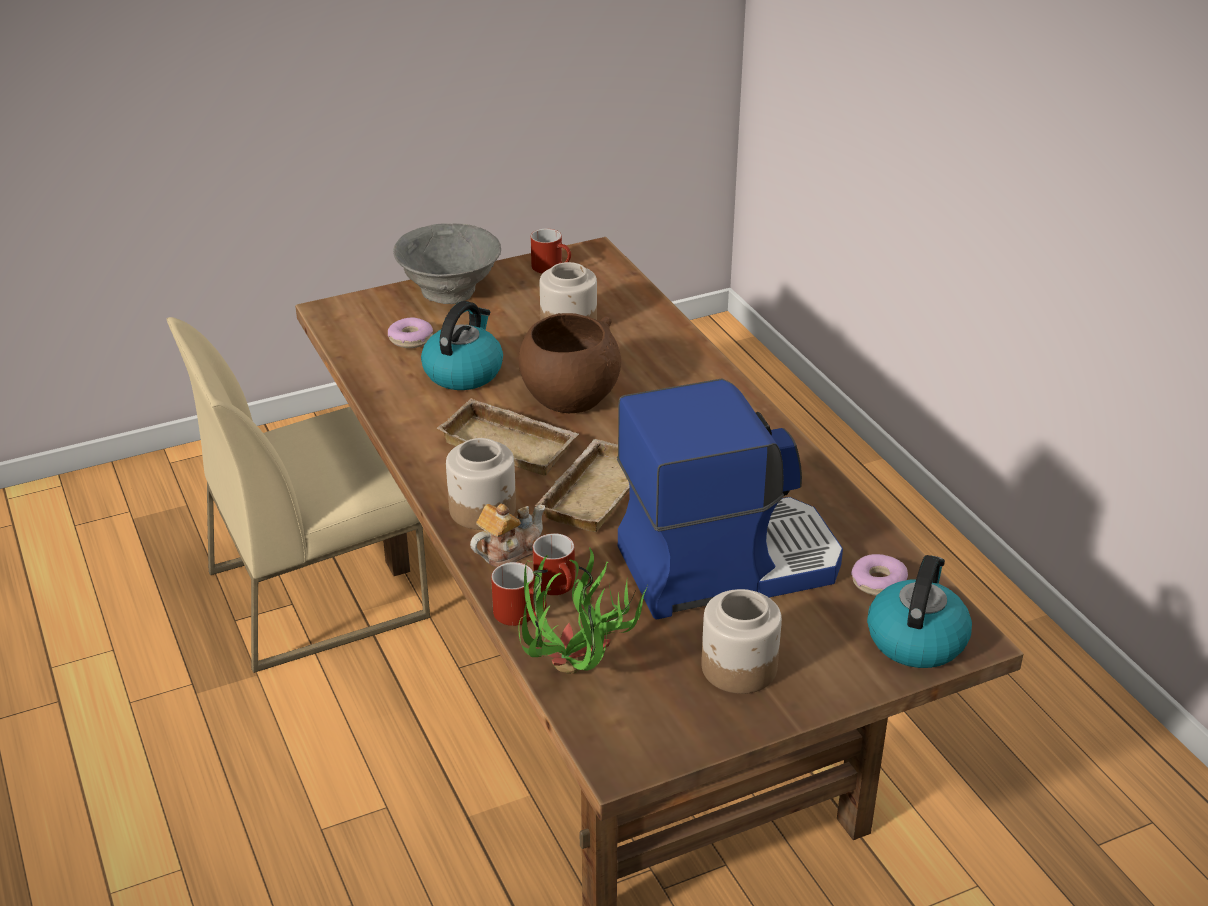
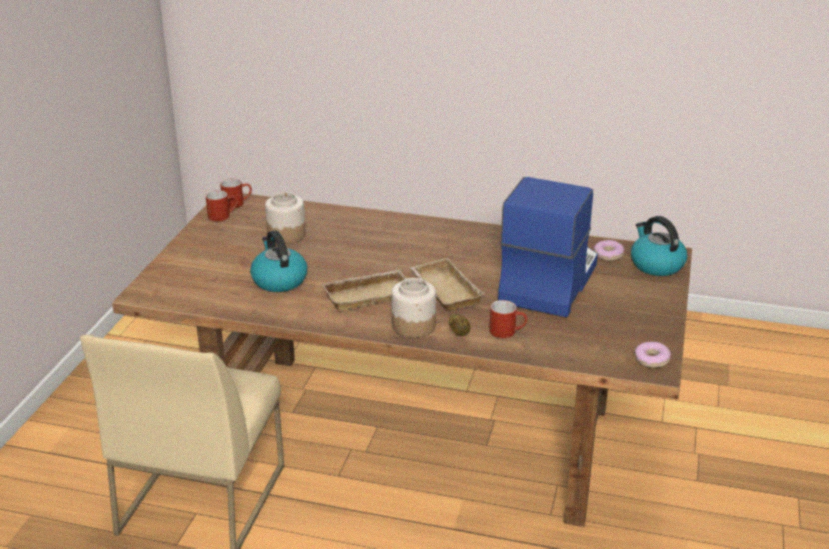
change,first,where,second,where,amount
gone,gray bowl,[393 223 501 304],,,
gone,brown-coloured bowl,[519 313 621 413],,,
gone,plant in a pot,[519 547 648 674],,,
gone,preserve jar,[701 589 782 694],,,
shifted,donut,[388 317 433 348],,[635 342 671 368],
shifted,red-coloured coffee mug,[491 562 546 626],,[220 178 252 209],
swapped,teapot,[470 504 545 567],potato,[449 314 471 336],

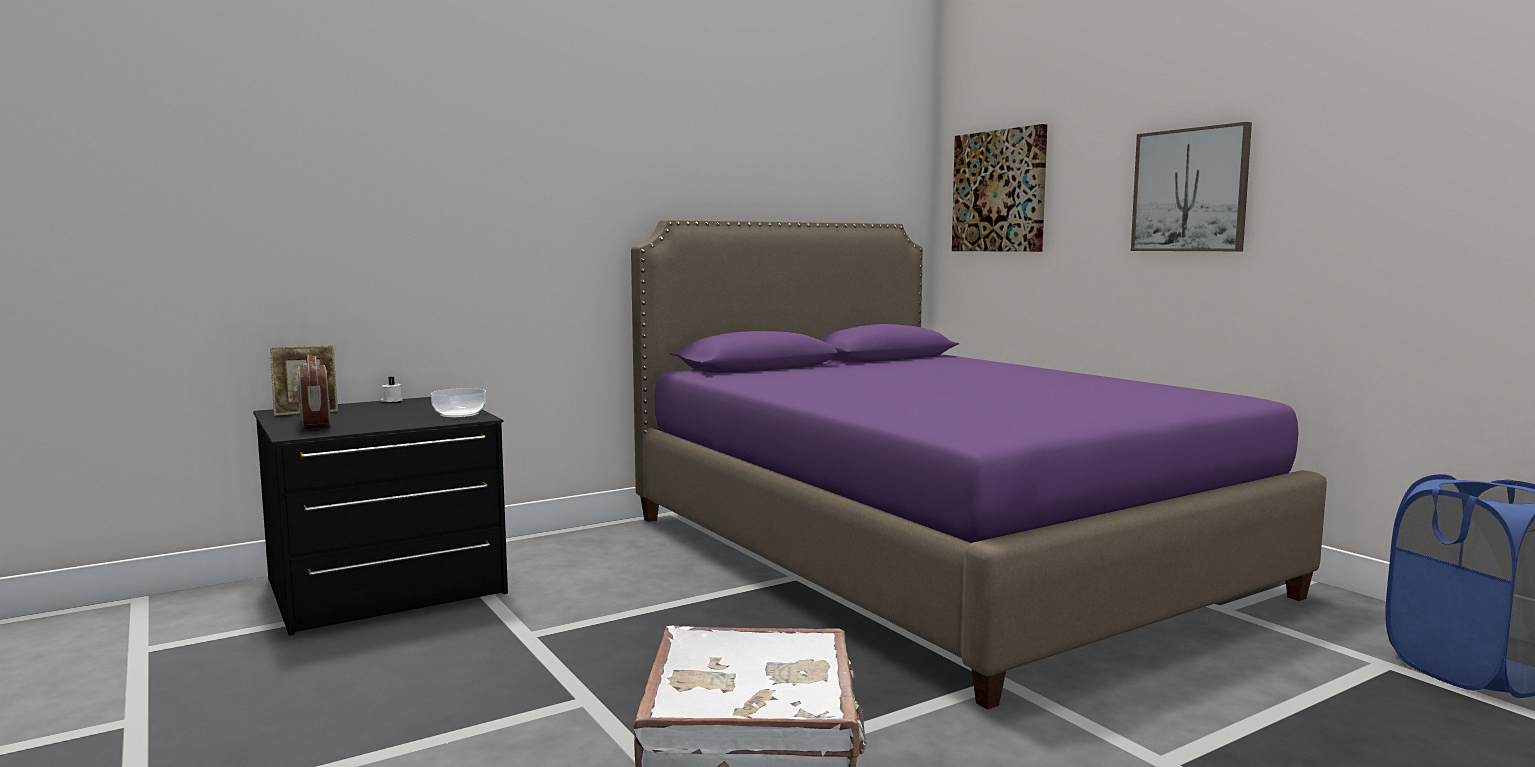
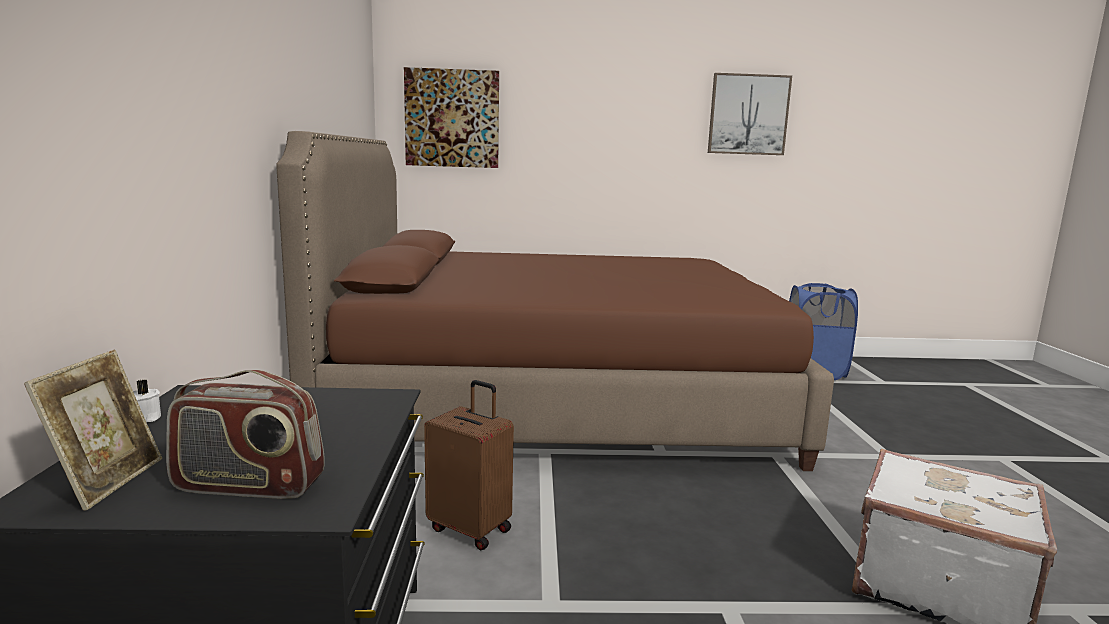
change,first,where,second,where,amount
gone,bowl,[431 388 486 417],,,
new,,,brown-coloured suitcase,[424 380 514 550],
shifted,wall picture,[1131 122 1252 251],,[708 73 792 155],
repainted,purple-coloured bed,[631 219 1327 710],brown-coloured bed,[276 131 834 471],

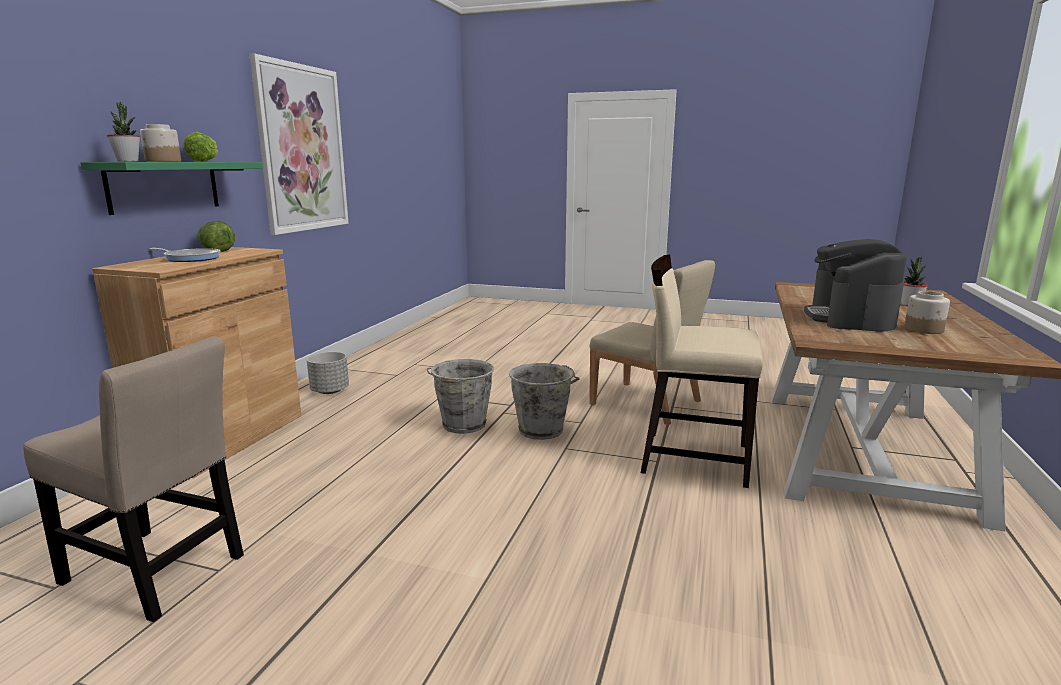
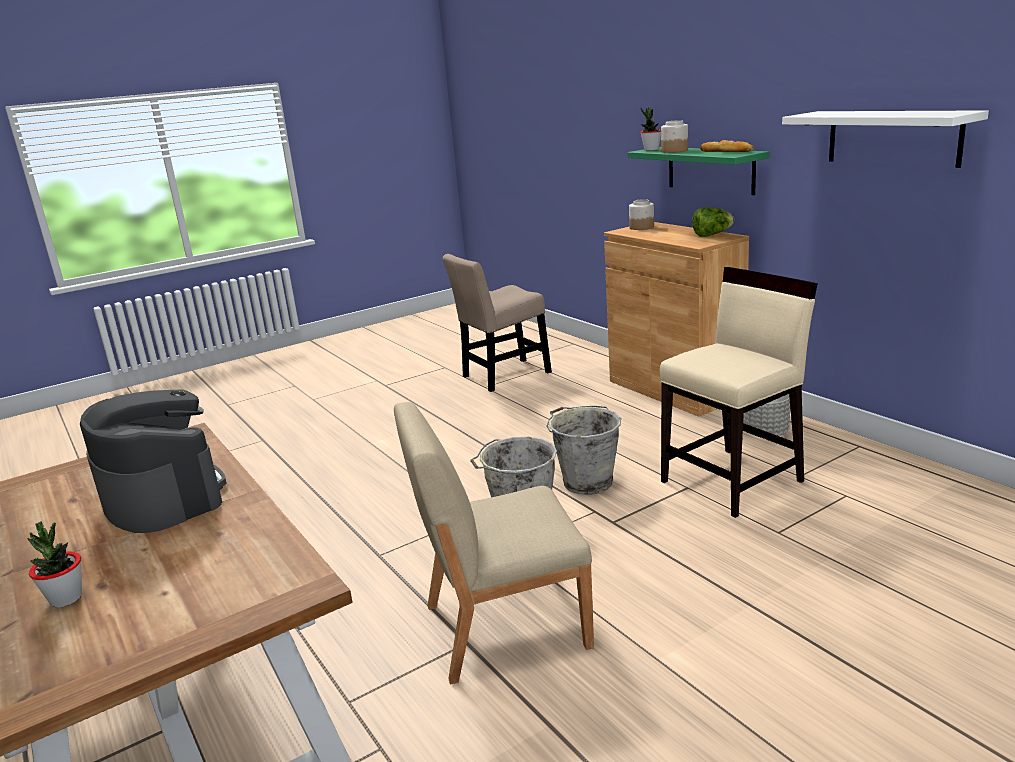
change,first,where,second,where,amount
gone,frying pan,[150 248 220 262],,,
shifted,beige chair,[641 254 763 488],,[660 267 818 518],
shifted,preserve jar,[904 291 950 334],,[629 199 654 230],
swapped,lettuce head,[183 132 218 162],baked bread,[700 140 754 152],
swapped,wall picture,[250 53 349 235],white-coloured bracket shelf,[782 110 989 168],

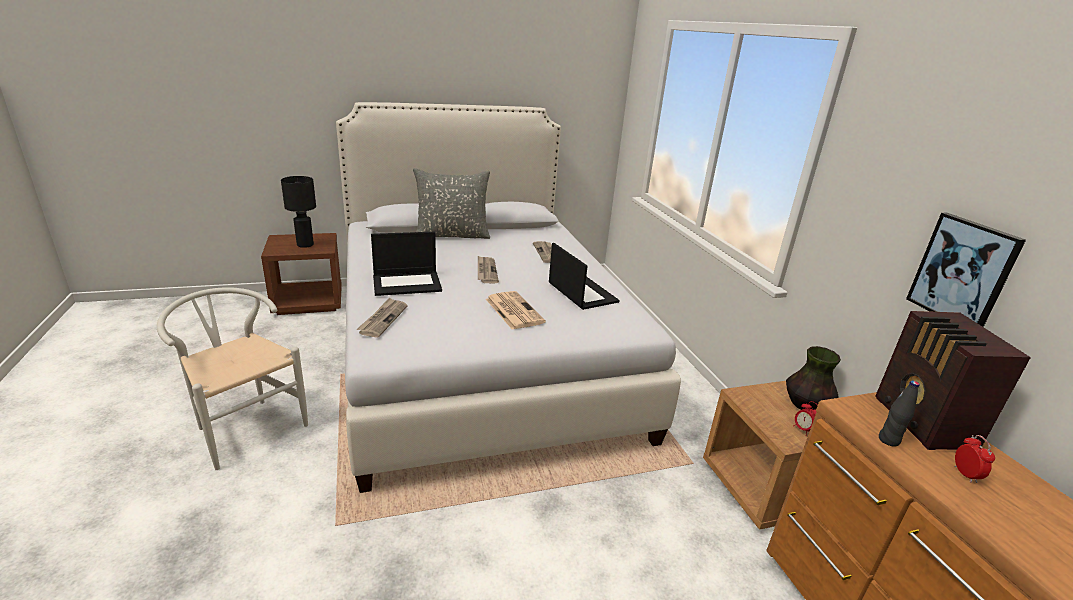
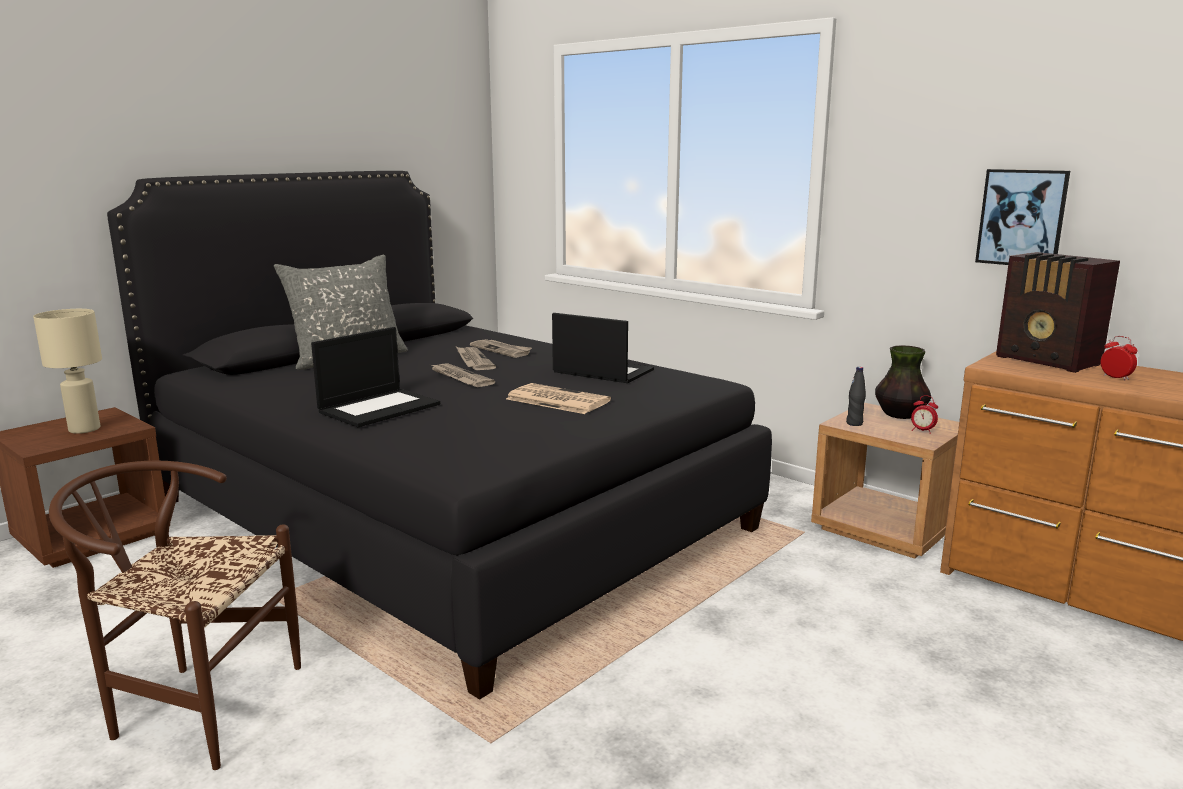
change,first,where,second,where,amount
shifted,printed paper,[356 297 408 338],,[456 347 496 370],
shifted,black bottle,[879 381 920 446],,[846 367 866 426],
repainted,white-coloured chair,[157 287 308 470],brown-coloured chair,[49 461 301 770],
repainted,black table lamp,[281 176 316 248],beige table lamp,[33 309 102 434],
repainted,white-coloured bed,[336 102 681 493],black bed,[107 171 772 700],

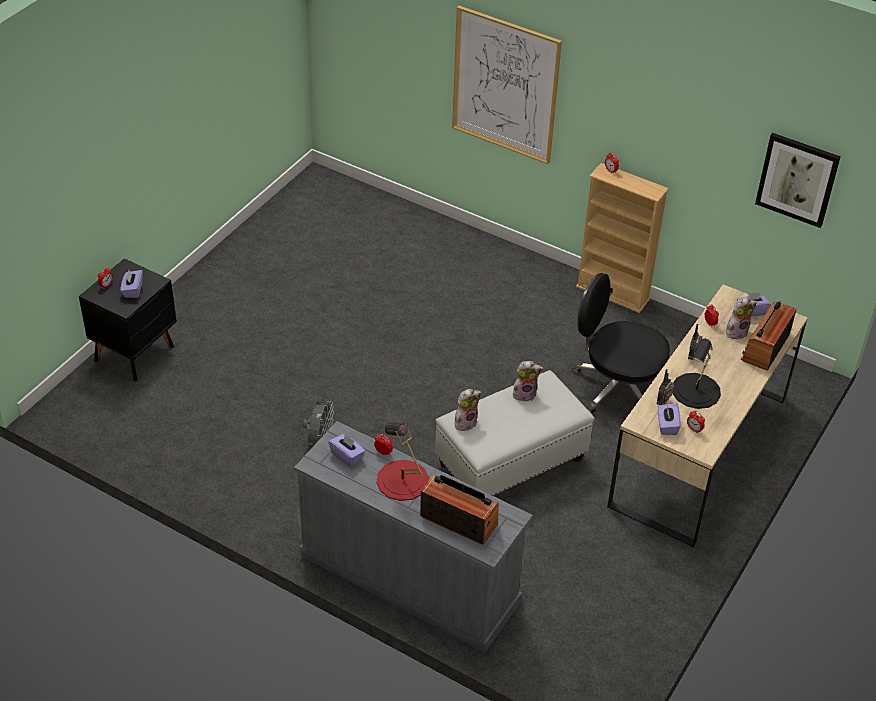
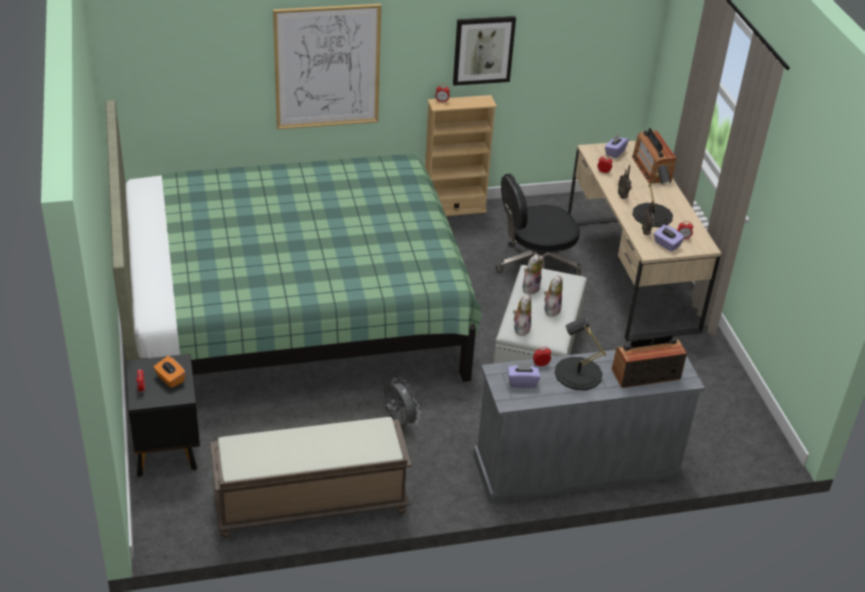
change,first,where,second,where,amount
new,,,greenish bed,[106 100 482 382],
new,,,brown-coloured long seat,[210 417 412 538],
shifted,soft toy,[726 297 757 339],,[544 275 563 317],
shifted,wall picture,[755 133 841 228],,[453 16 516 86],
repainted,purple-coloured box of tissues,[120 270 143 298],orangey box of tissues,[154 356 186 388],
repainted,red-coloured table lamp,[376 422 429 501],black table lamp,[555 317 607 390],

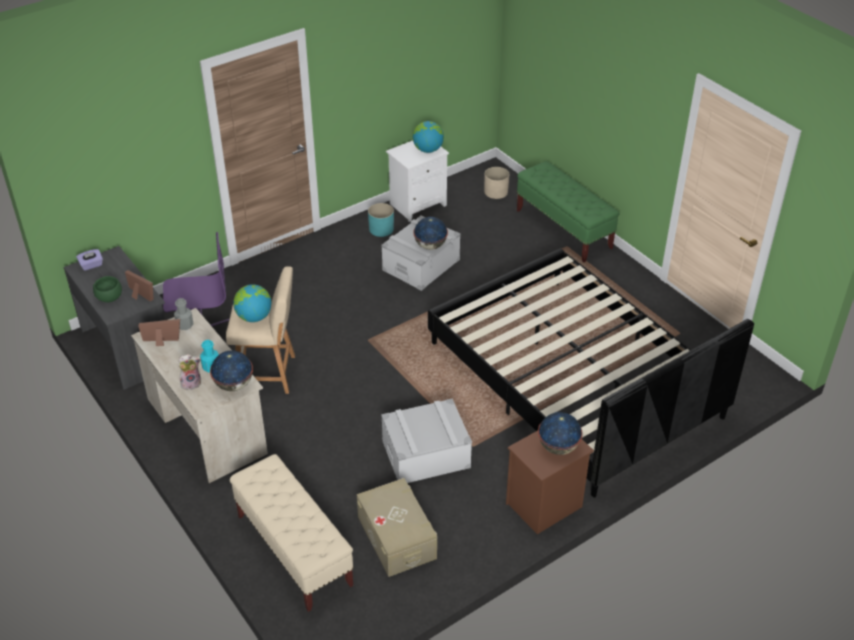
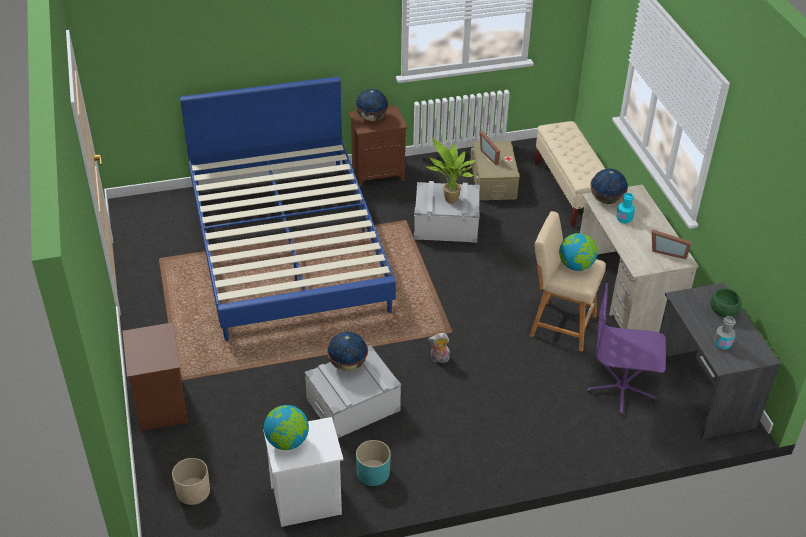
change,first,where,second,where,amount
gone,purple-coloured box of tissues,[76 249 103 271],,,
new,,,plant in a pot,[426 138 476 204],
shifted,photo frame,[125 270 154 302],,[480 131 500 165],
shifted,gray bottle,[174 298 194 330],,[714 316 736 350],
shifted,soft toy,[178 354 201 390],,[428 333 450 363],
swapped,greenish long seat,[517 161 620 262],brown-coloured nightstand,[122 322 188 431],
repainted,black bed,[428 248 754 497],bluish bed,[180 76 396 341],

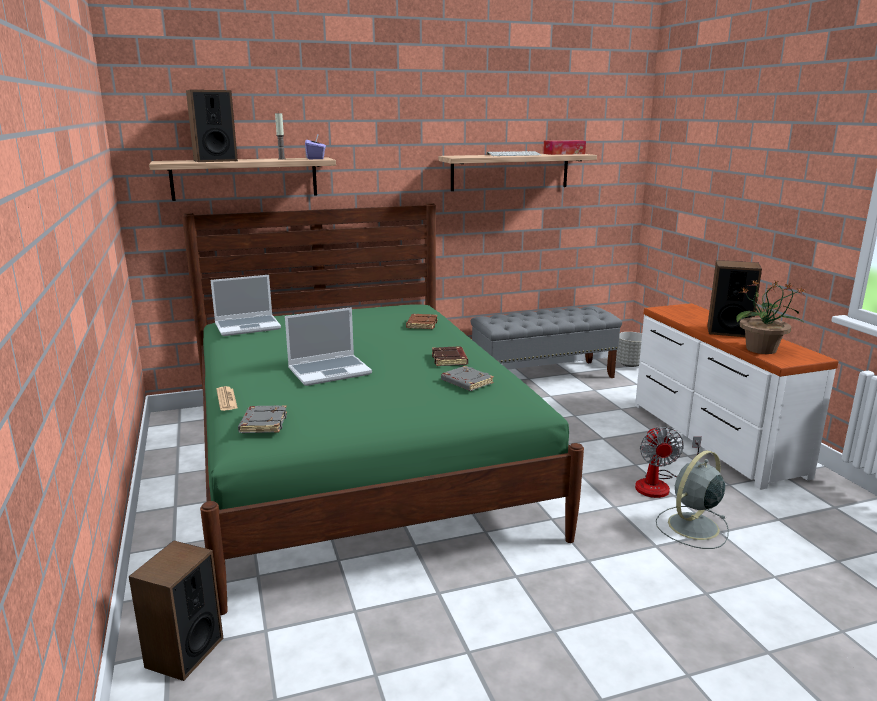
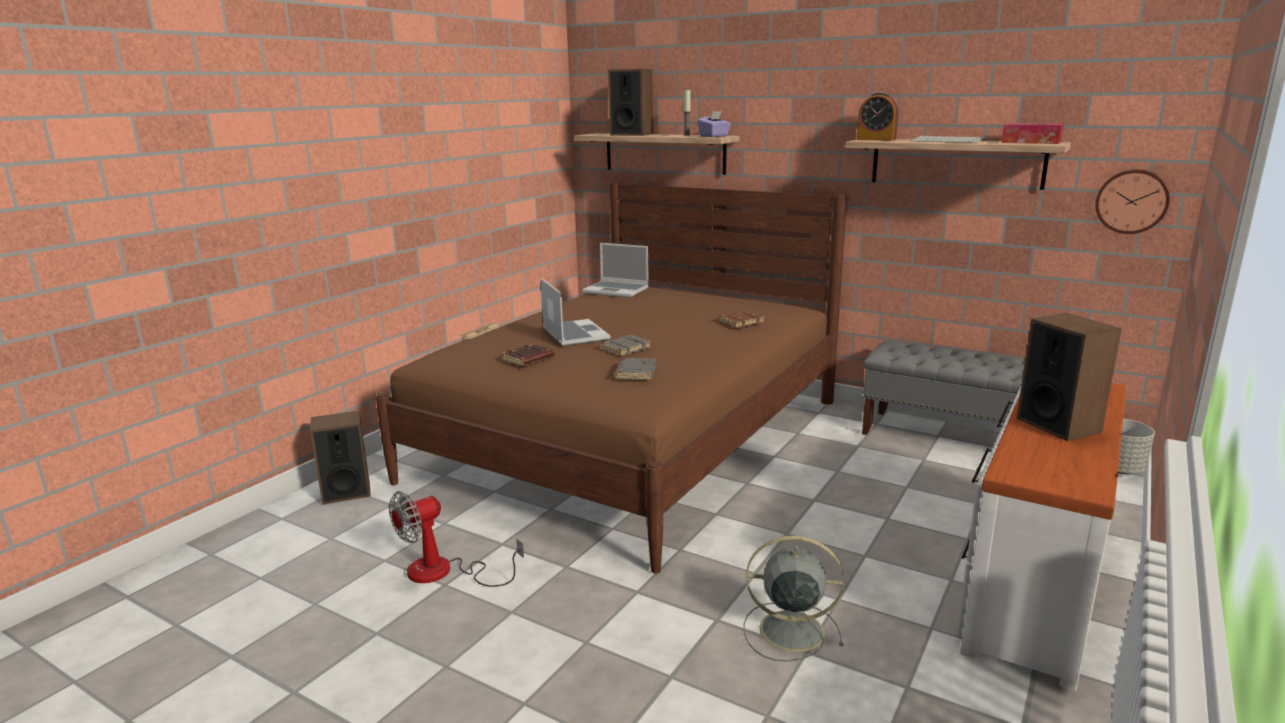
change,first,where,second,where,amount
gone,plant in a pot,[736 280 806 354],,,
new,,,alarm clock,[857 92 898 141],
new,,,hanging clock,[1095 169 1170 234],
shifted,gray volume,[238 405 287 433],,[600 335 651 356],
shifted,brown-coloured volume,[432 346 468 366],,[501 344 555 367],
shifted,electric fan,[635 426 702 498],,[389 491 524 587],
repainted,greenish bed,[182 203 584 615],brown-coloured bed,[376 181 847 574],
rotated,laptop,[285 307 372 386],,[541 278 611 346],135 degrees counterclockwise

